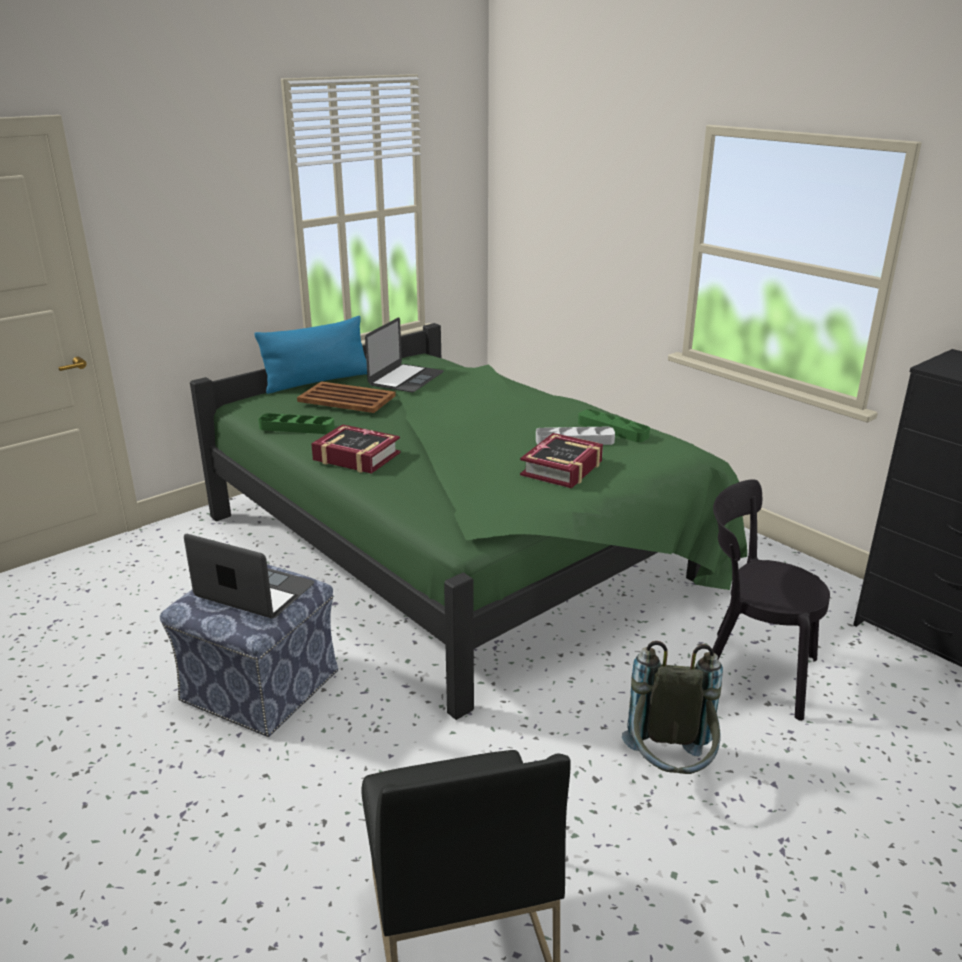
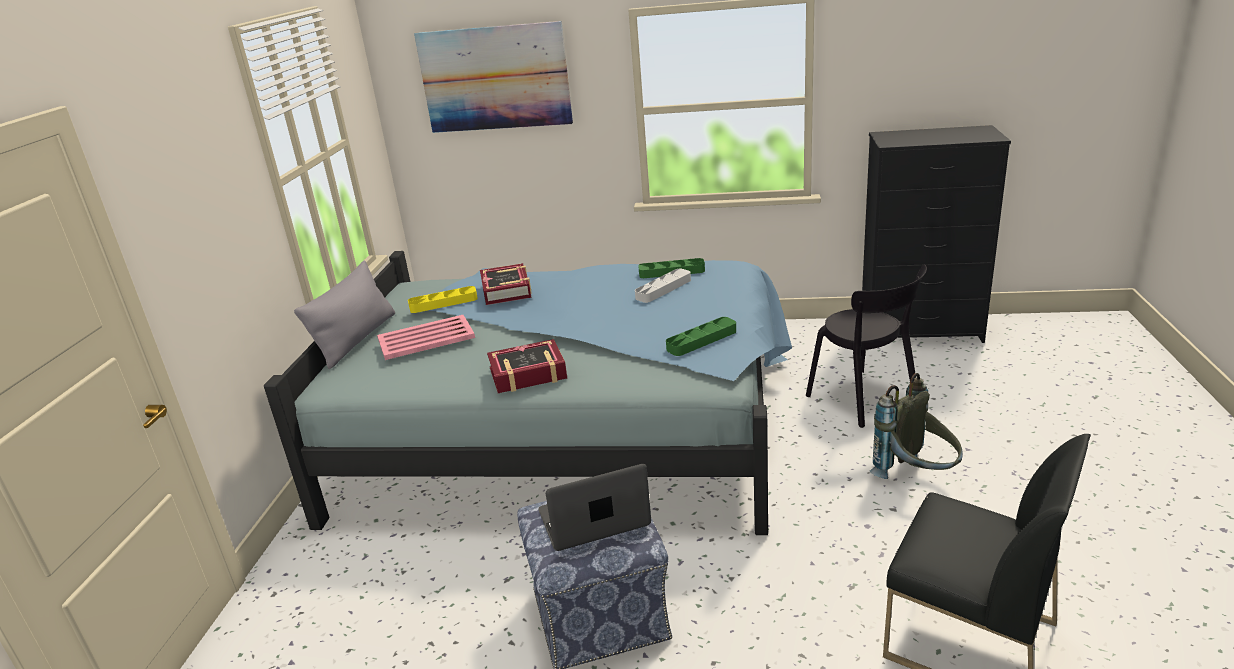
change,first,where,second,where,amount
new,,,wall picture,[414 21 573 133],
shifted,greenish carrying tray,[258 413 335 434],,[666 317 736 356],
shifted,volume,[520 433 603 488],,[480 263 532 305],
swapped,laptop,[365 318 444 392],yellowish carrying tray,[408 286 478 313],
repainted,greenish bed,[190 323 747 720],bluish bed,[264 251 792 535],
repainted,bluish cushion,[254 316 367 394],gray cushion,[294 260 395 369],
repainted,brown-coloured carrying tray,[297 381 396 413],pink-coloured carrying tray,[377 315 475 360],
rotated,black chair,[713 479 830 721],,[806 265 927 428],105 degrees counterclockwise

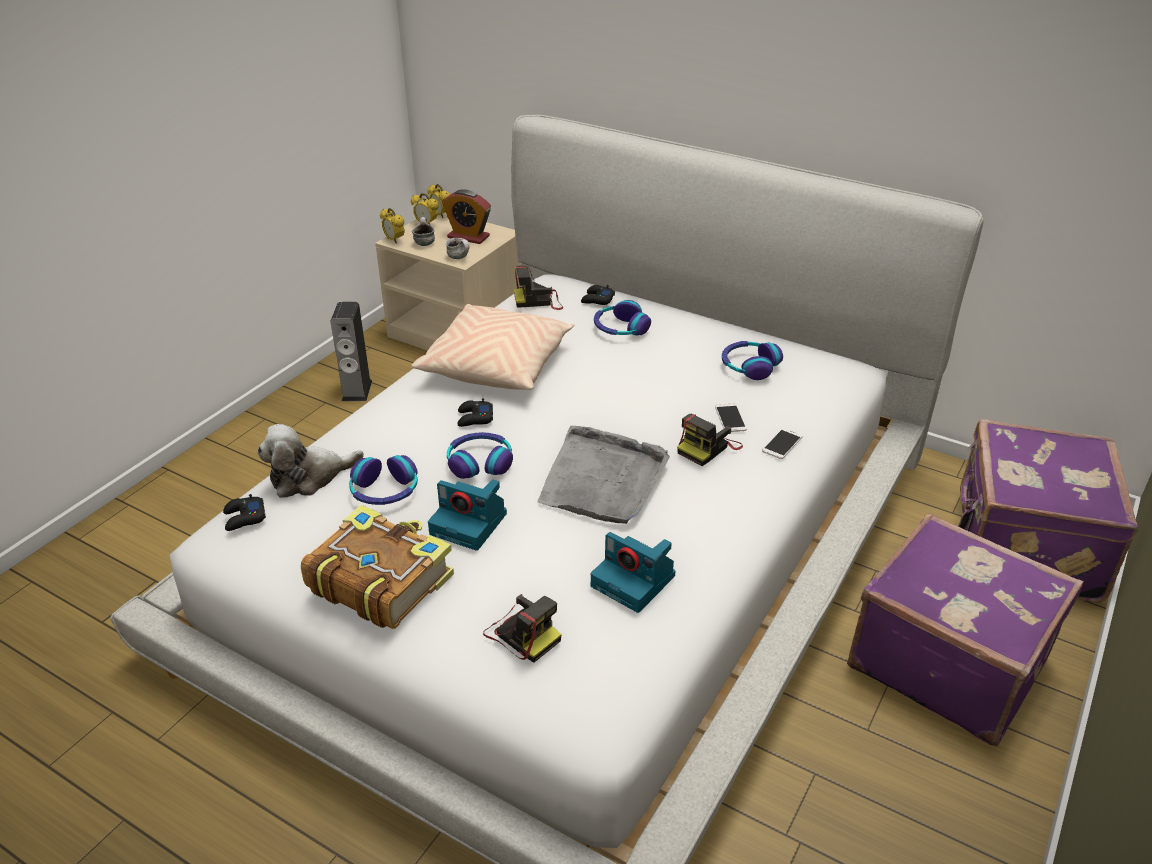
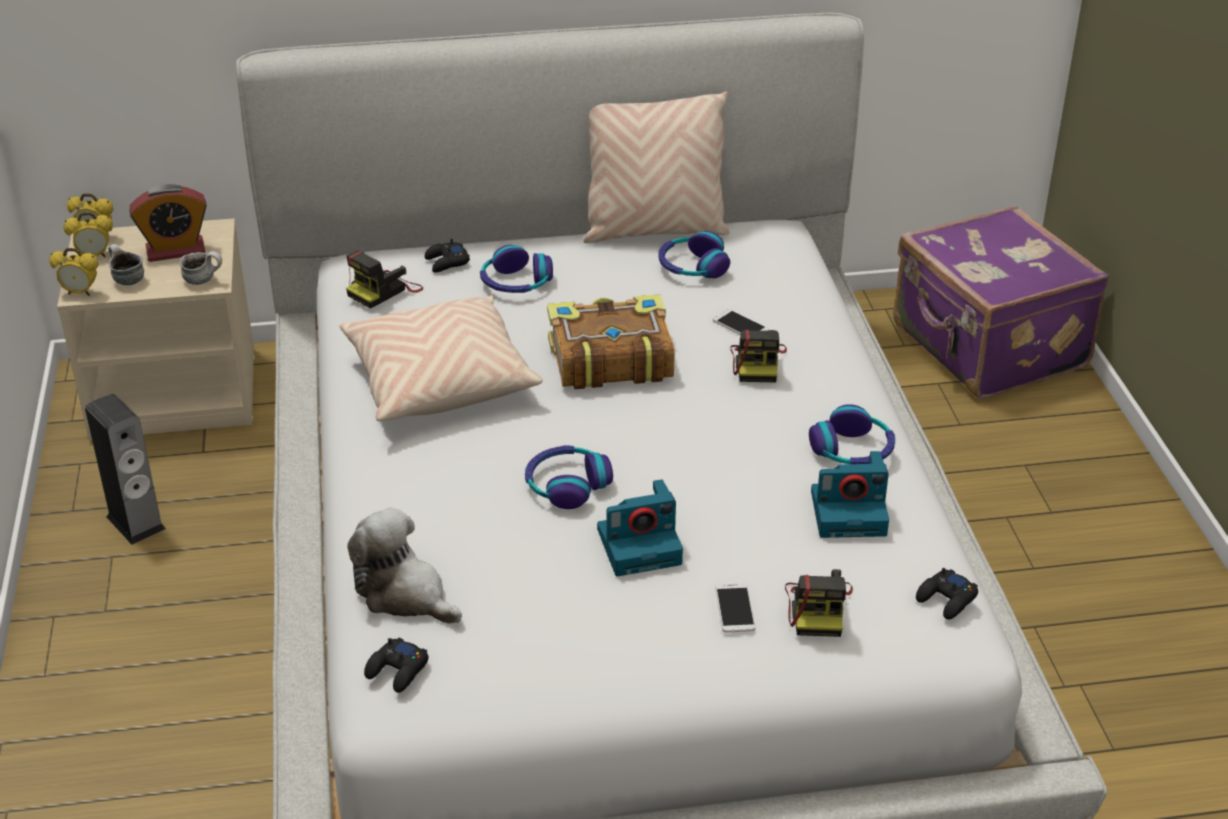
change,first,where,second,where,amount
gone,gray carrying tray,[537 426 670 524],,,
gone,purple-coloured suitcase,[847 513 1084 746],,,
new,,,beige cushion,[583 92 729 243],
shifted,volume,[301 505 454 629],,[547 294 674 389],
shifted,pair of headphones,[349 455 418 505],,[809 404 895 464],
shifted,black joypad,[458 398 493 427],,[916 568 978 620],
shifted,phone,[762 428 803 459],,[715 583 755 633],
rotated,soft toy,[257 424 364 498],,[347 507 462 624],105 degrees clockwise
rotated,photo camera,[483 594 562 663],,[785 569 853 637],90 degrees clockwise

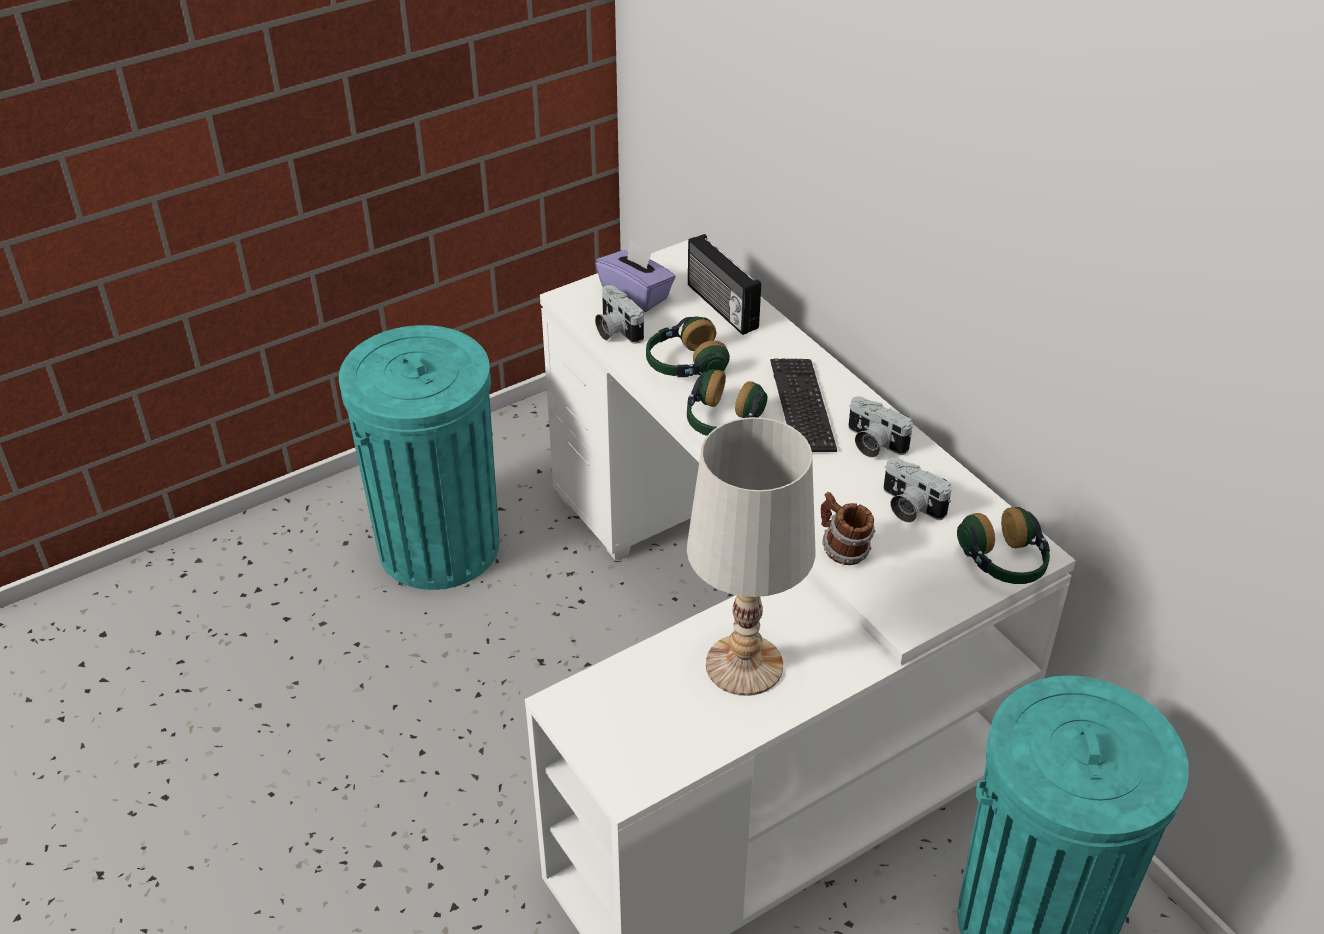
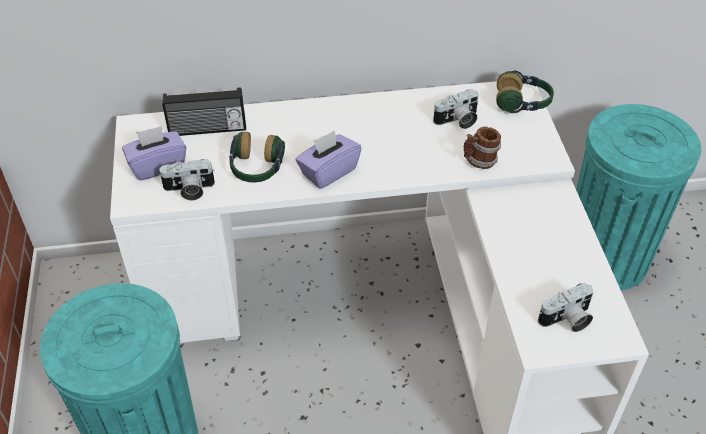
change,first,where,second,where,amount
gone,white-coloured table lamp,[687 417 815 696],,,
gone,PC keyboard,[770 359 837 452],,,
shifted,photo camera,[848 396 913 458],,[538 283 594 332],
swapped,pair of headphones,[687 369 767 436],purple-coloured box of tissues,[296 130 362 189],

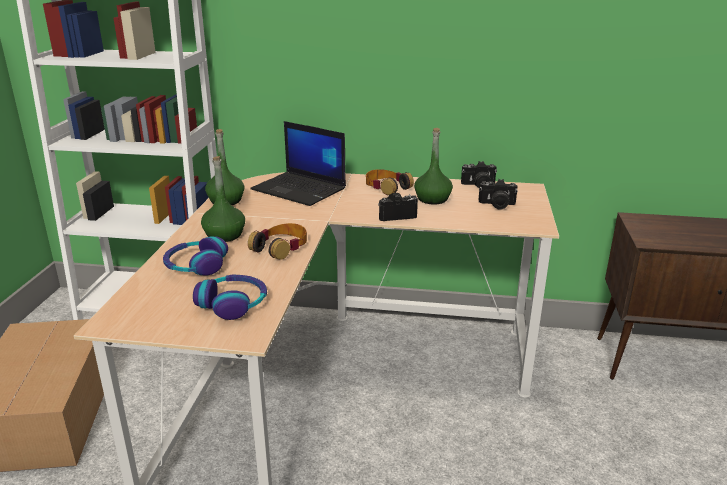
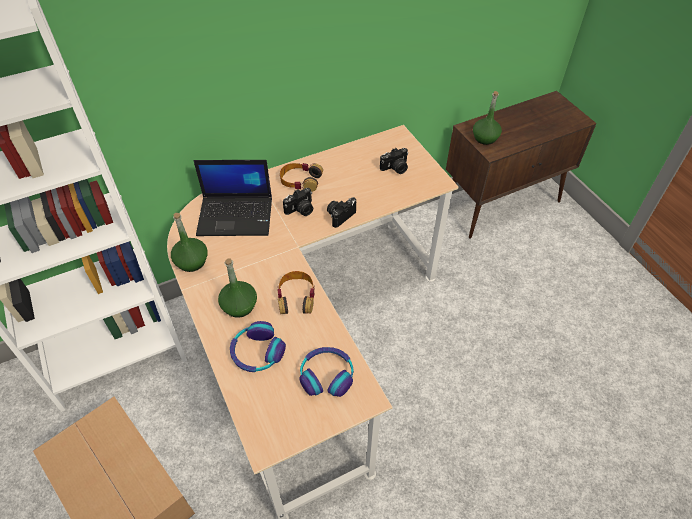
change,first,where,second,where,amount
shifted,greenish bottle,[414 128 453 204],,[473 91 502 145],
shifted,photo camera,[461 161 497 188],,[283 188 313 216],

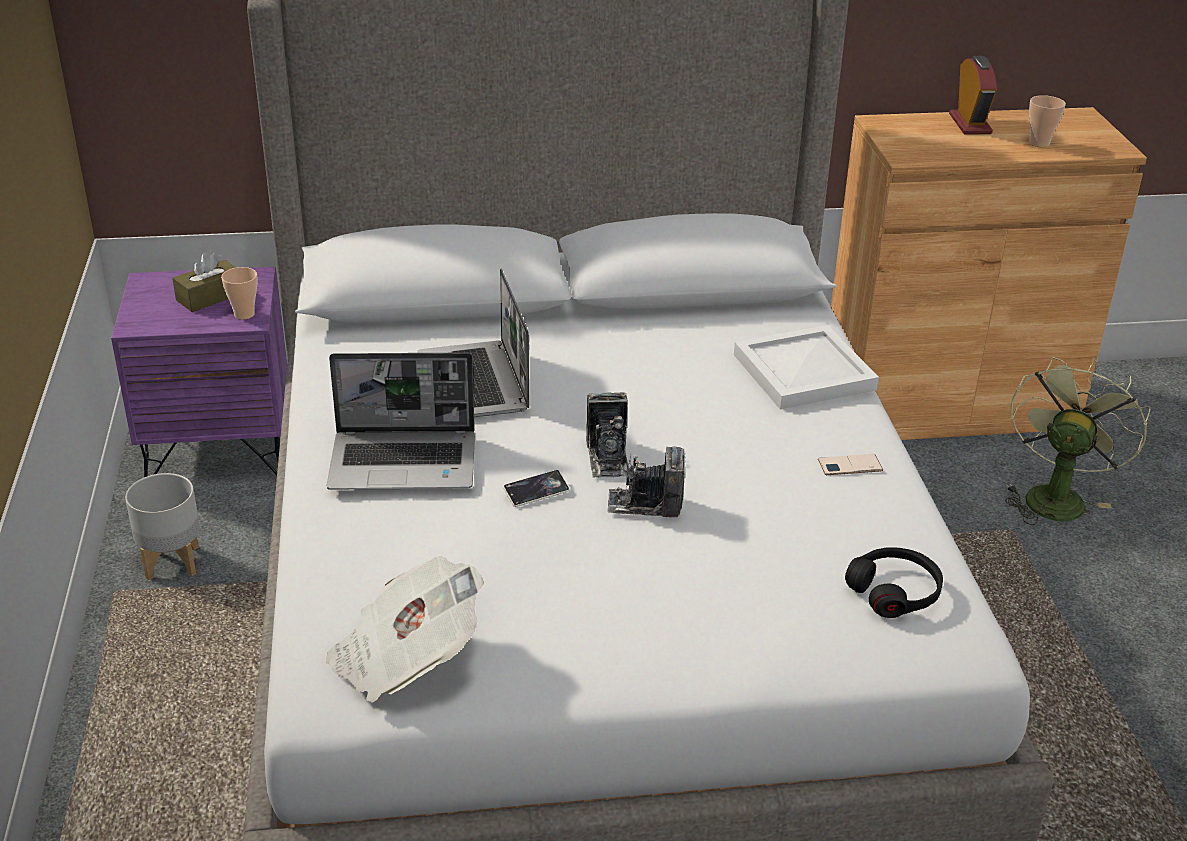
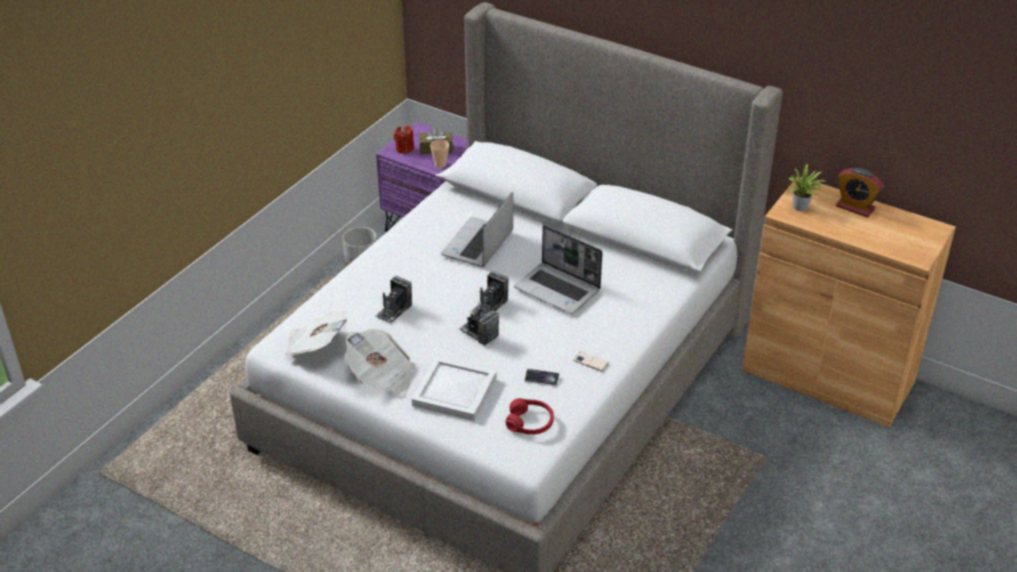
change,first,where,second,where,amount
gone,greenish electric fan,[1005 357 1150 525],,,
gone,drinking cup,[1029 95 1066 147],,,
new,,,printed paper,[344 329 415 395],
new,,,photo camera,[375 276 412 324],
new,,,red-coloured wax light,[394 125 414 154],
new,,,plant in a pot,[789 164 824 211],
shifted,laptop,[326 353 475 490],,[514 225 603 314],
shifted,phone,[503 470 570 507],,[524 369 559 386],
shifted,white-coloured carrying tray,[734 325 879 409],,[412 357 497 421],
repainted,black pair of headphones,[845 547 943 618],red-coloured pair of headphones,[506 398 554 435],
rotated,alarm clock,[949 56 997 135],,[836 168 884 218],90 degrees clockwise

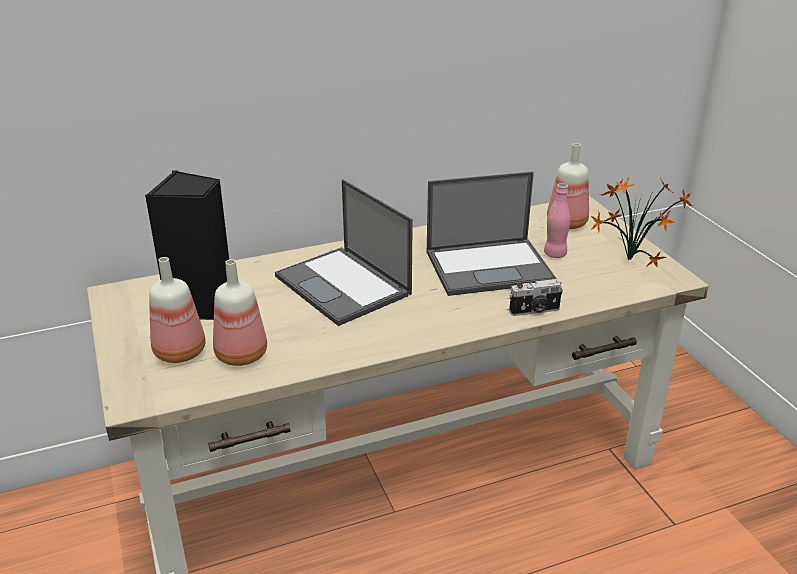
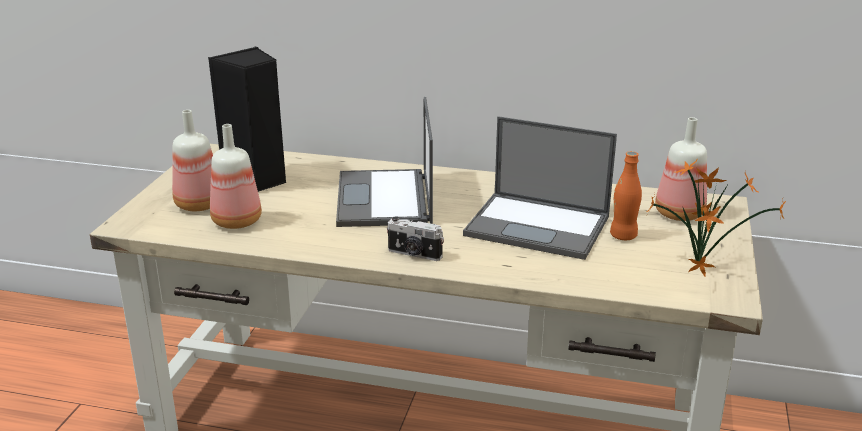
change,first,where,second,where,amount
shifted,photo camera,[509 279 563 316],,[387 216 444 261],
repainted,pink-coloured bottle,[544 183 571 258],orangey bottle,[610 151 642 240],

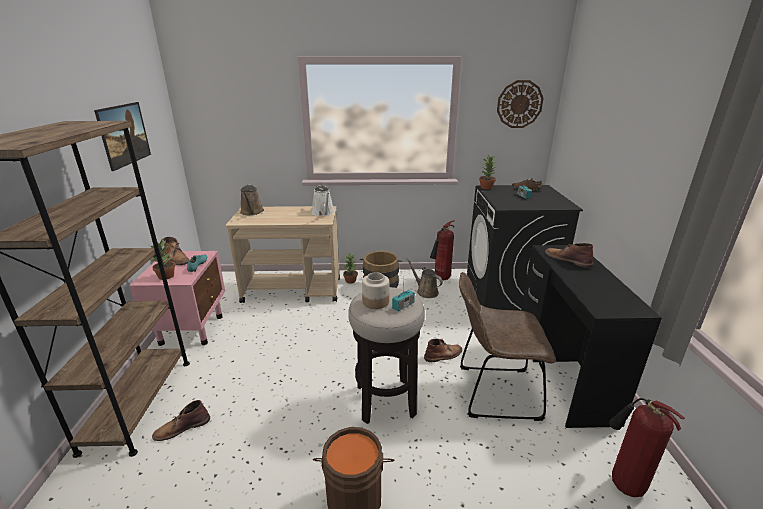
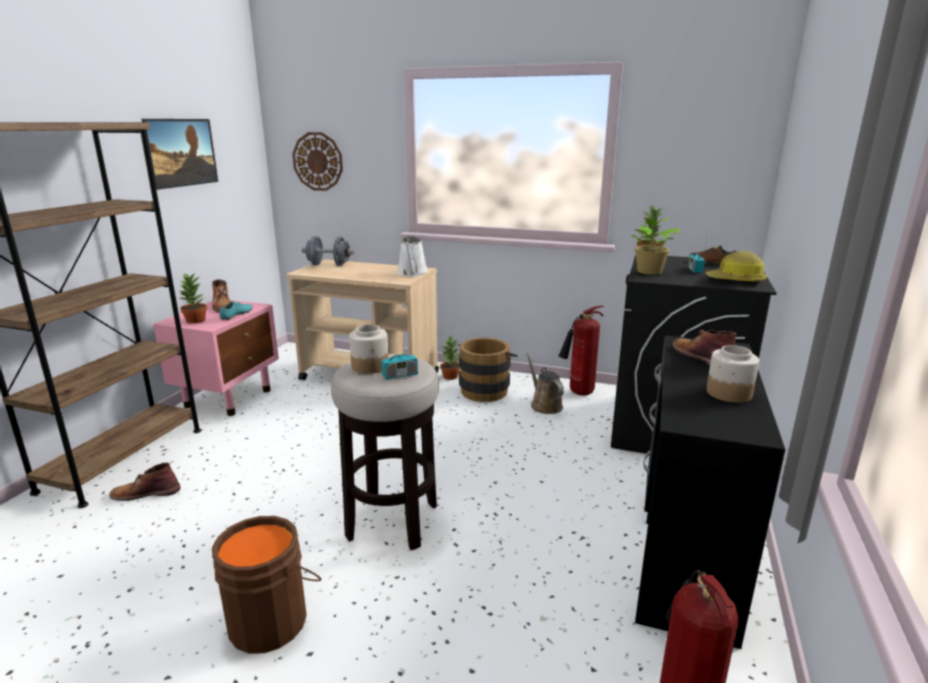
change,first,where,second,where,amount
gone,brown-coloured boot,[424 339 462 362],,,
gone,brown-coloured chair,[459 272 556 421],,,
new,,,plant in a pot,[632 218 680 275],
new,,,work helmet,[706 251 767 284],
new,,,preserve jar,[706 345 759 403],
shifted,hanging clock,[497 80 544 128],,[292 132 343 191],
swapped,brown-coloured sprinkling can,[240 184 264 215],gray free weight,[302 236 355 266],

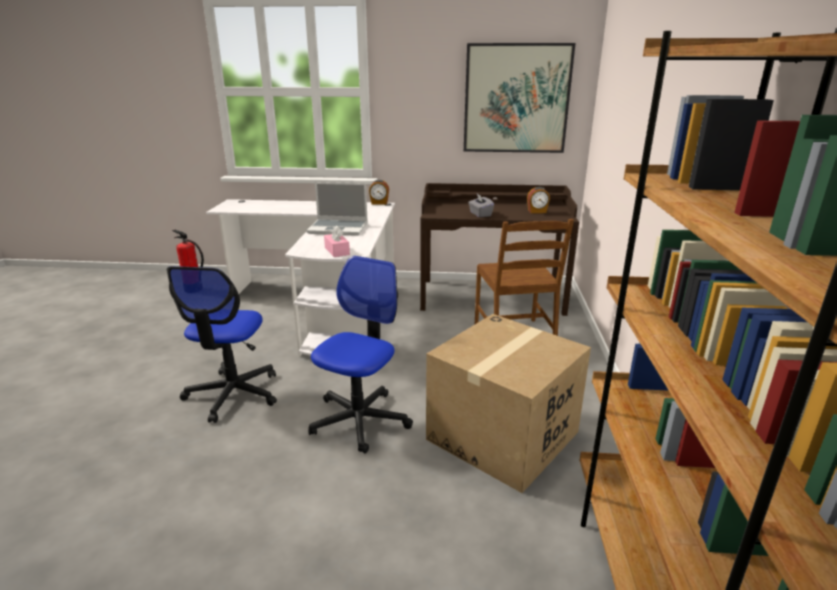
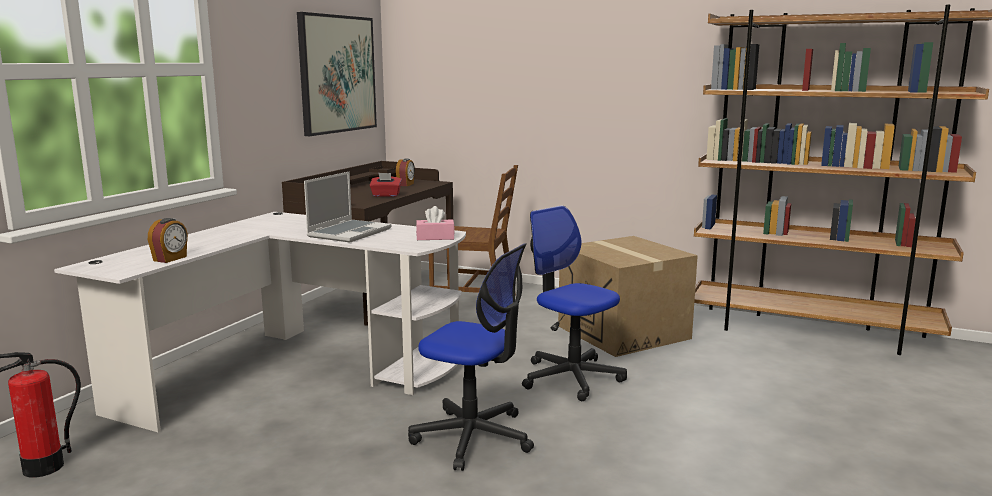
change,first,where,second,where,amount
shifted,alarm clock,[369 180 389 205],,[148 218 188 263],
repainted,gray box of tissues,[468 194 494 217],red-coloured box of tissues,[370 173 402 197],

